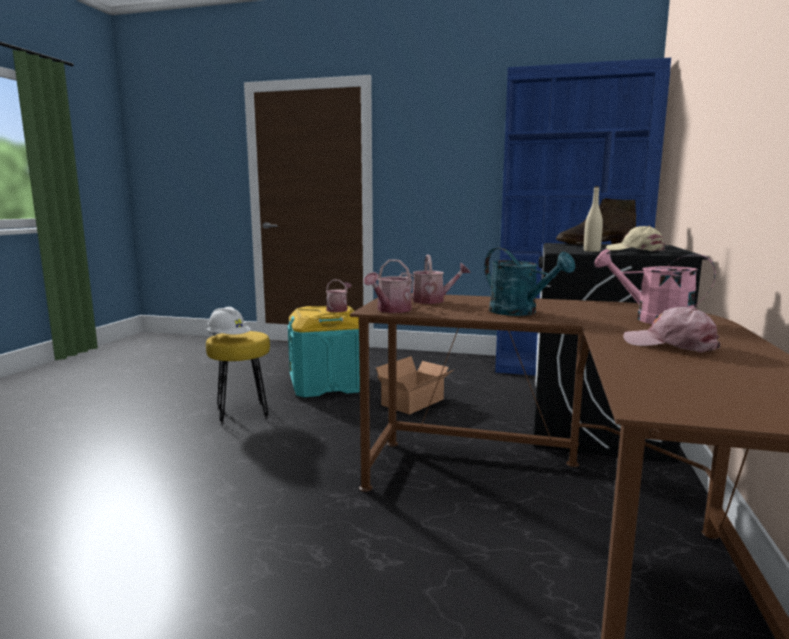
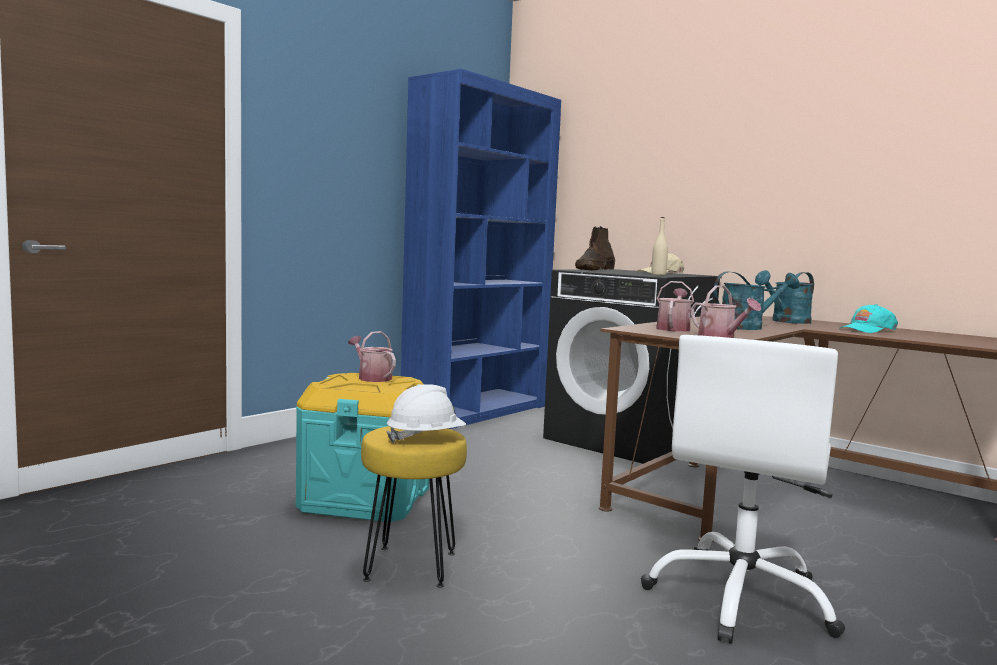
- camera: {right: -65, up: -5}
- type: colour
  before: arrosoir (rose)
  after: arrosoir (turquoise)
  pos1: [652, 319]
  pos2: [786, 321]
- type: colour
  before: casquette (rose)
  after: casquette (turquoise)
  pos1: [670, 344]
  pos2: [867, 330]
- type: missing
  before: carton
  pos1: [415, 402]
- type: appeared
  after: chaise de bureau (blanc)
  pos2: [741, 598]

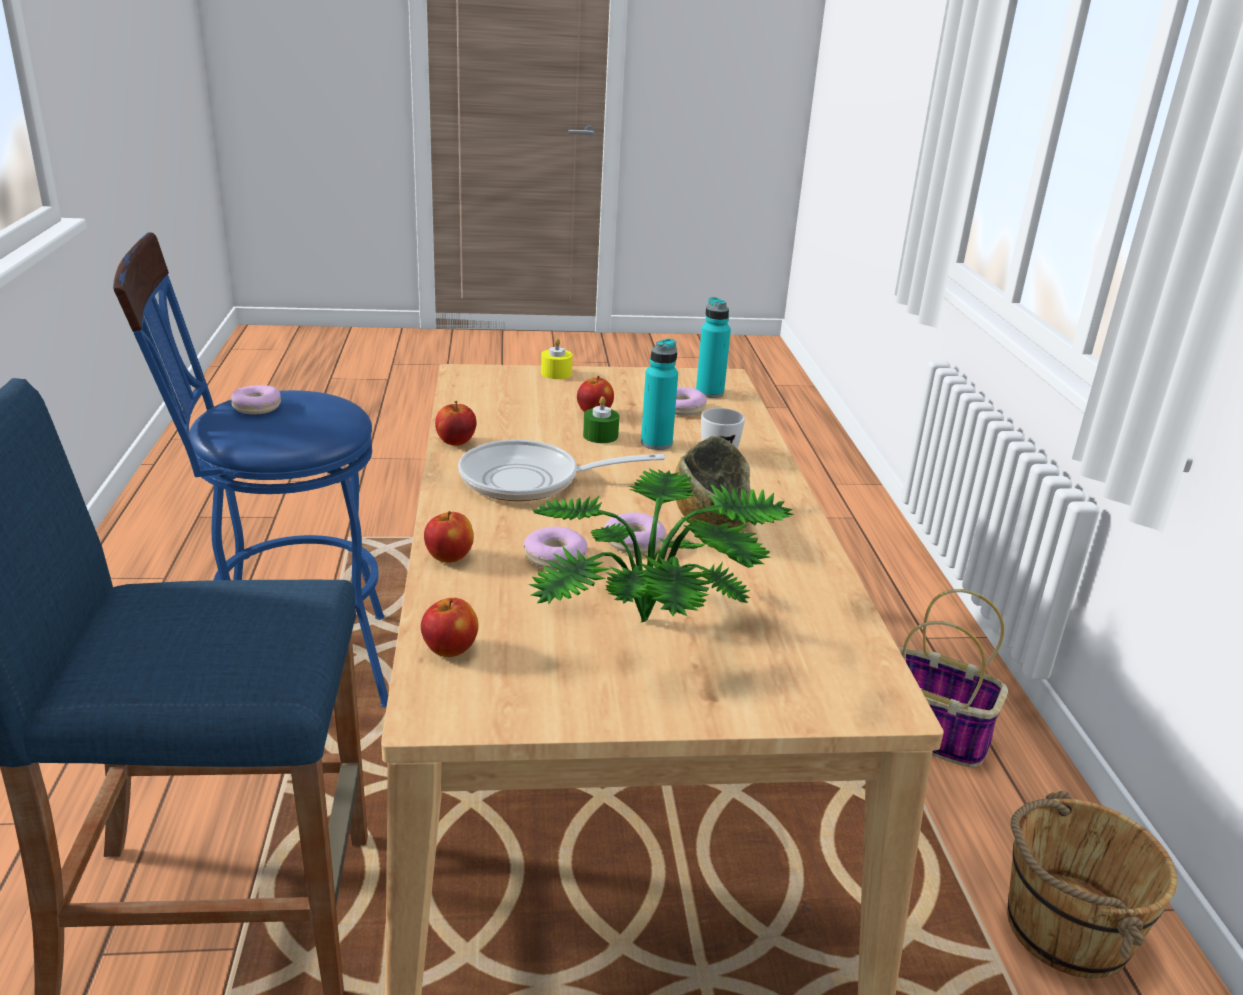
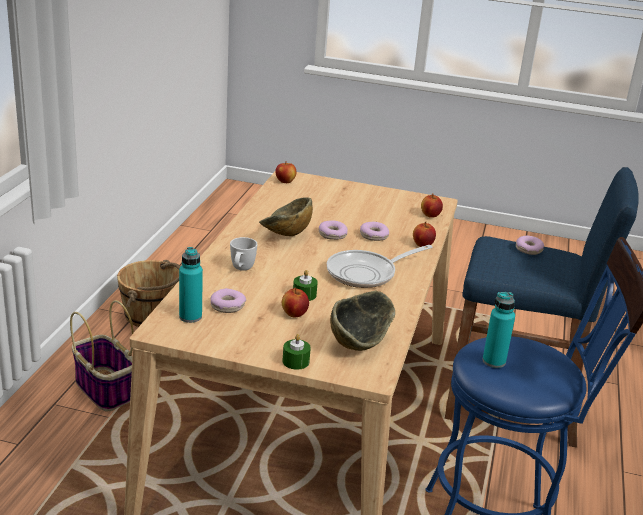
- camera: {right: -160, up: 0}
- type: colour
  before: bougie (jaune)
  after: bougie (vert)
  pos1: [556, 373]
  pos2: [295, 361]
- type: relocated
  before: bouteille (turquoise)
  pos1: [656, 443]
  pos2: [494, 361]
- type: relocated
  before: beignet
  pos1: [257, 407]
  pos2: [528, 249]
- type: relocated
  before: pomme
  pos1: [455, 442]
  pos2: [285, 181]
- type: spun
  before: poêle
  pos1: [530, 480]
  pos2: [366, 273]
  turn: 135
- type: missing
  before: plante en pot
  pos1: [653, 628]
- type: appeared
  after: bol
  pos2: [359, 344]

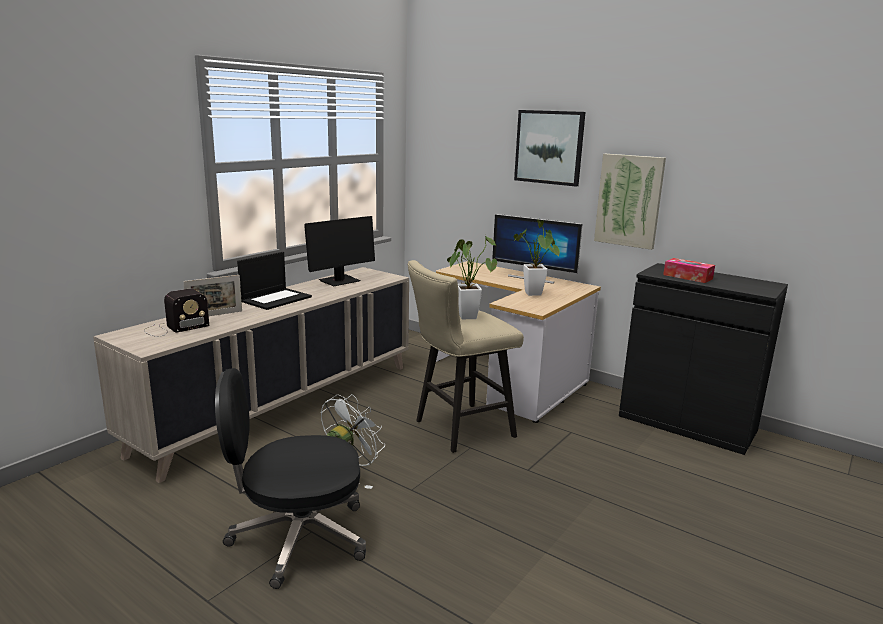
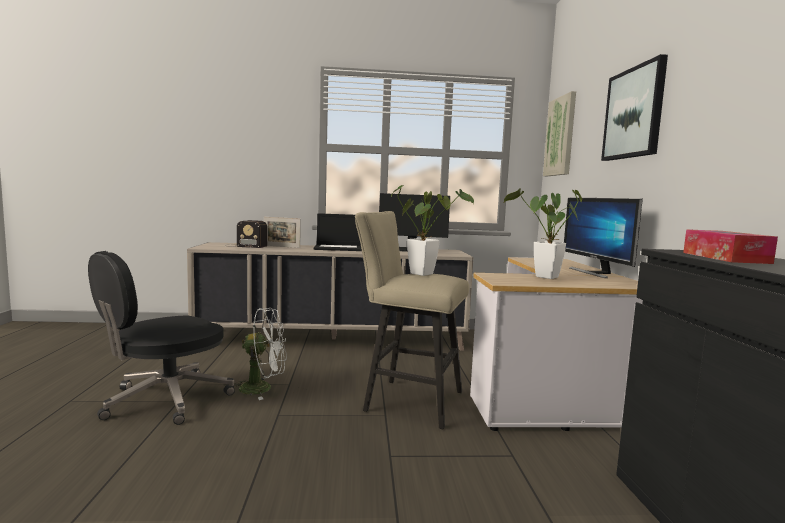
- camera: {right: 50, up: -10}
- type: relocated
  before: tableau
  pos1: [629, 200]
  pos2: [560, 136]
- type: spun
  before: chaise de bureau (noir)
  pos1: [297, 538]
  pos2: [165, 400]
  turn: -90

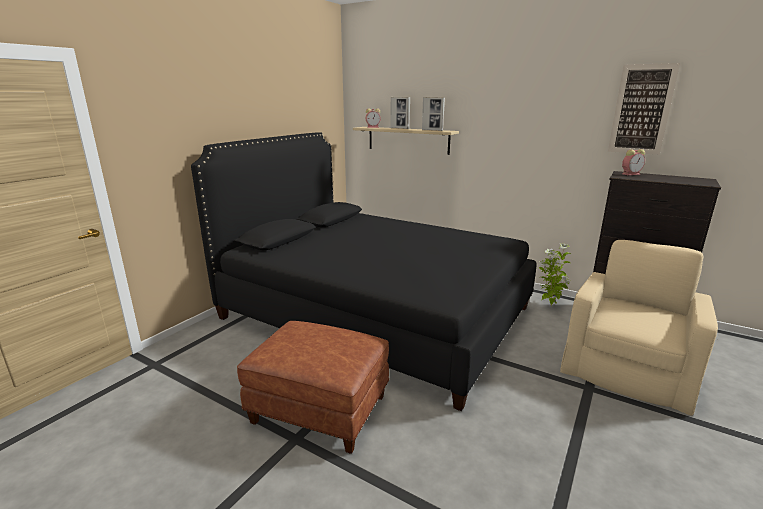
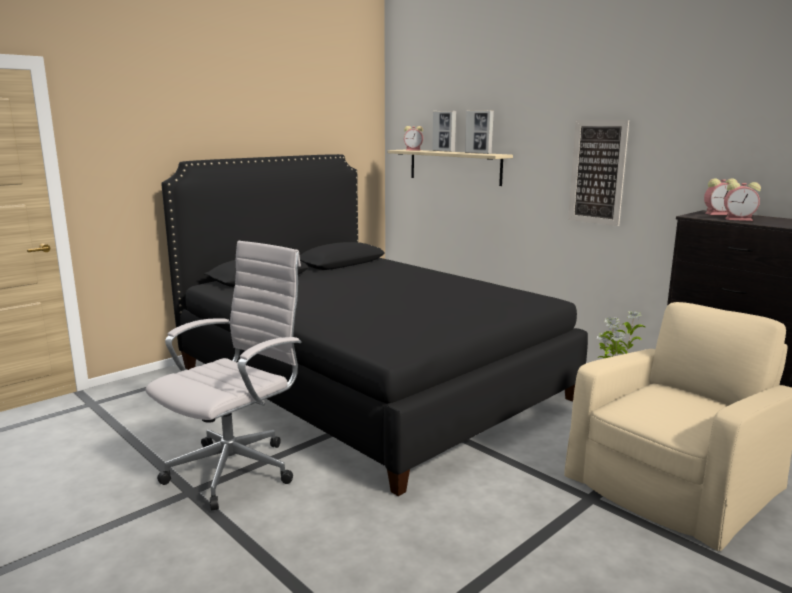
- camera: {right: 15, up: -5}
- type: relocated
  before: tableau
  pos1: [641, 110]
  pos2: [597, 172]
- type: exchanged
  before: pouf (marron)
  after: chaise de bureau (blanc)
  pos1: [321, 409]
  pos2: [236, 469]
- type: appeared
  after: réveil
  pos2: [739, 219]

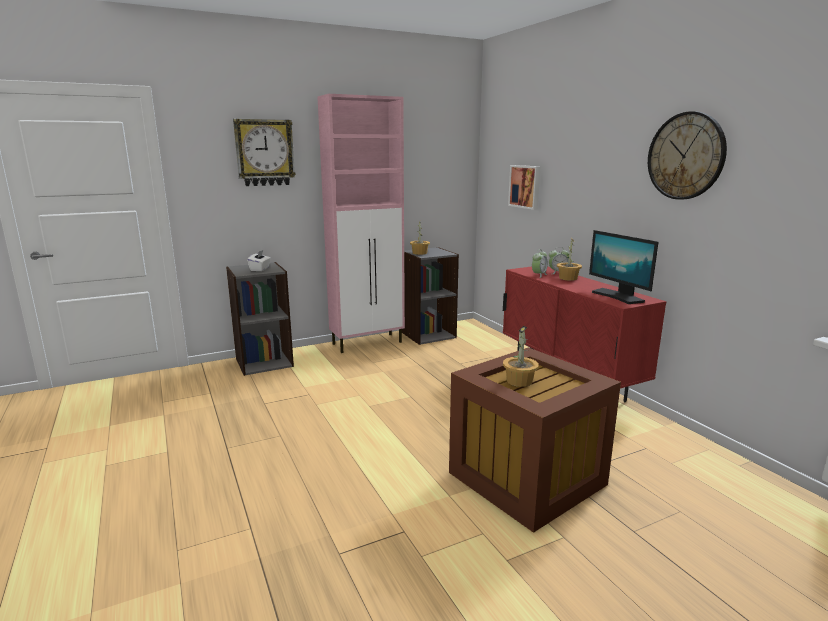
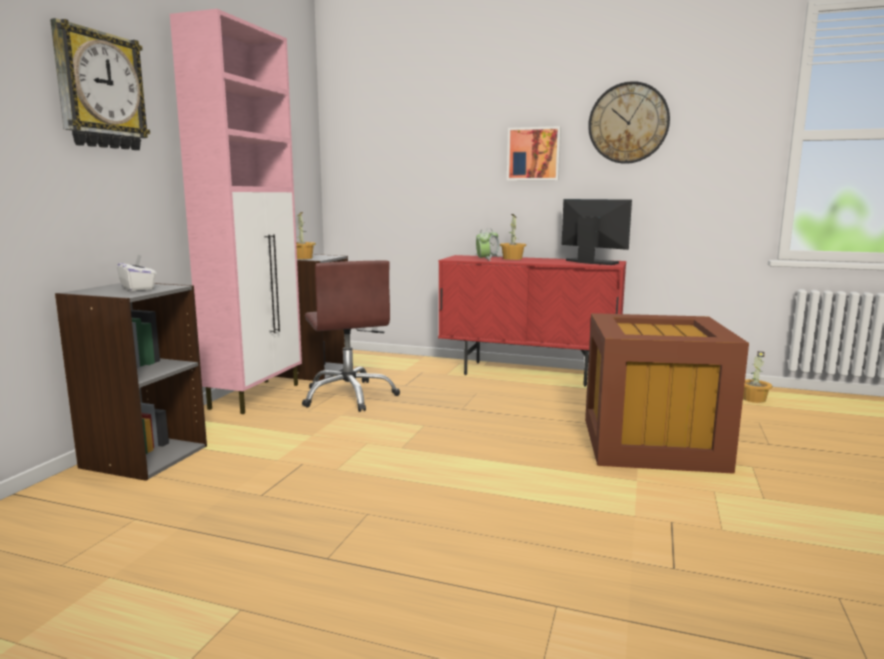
- camera: {right: -45, up: -5}
- type: relocated
  before: tableau
  pos1: [525, 186]
  pos2: [534, 154]
- type: spun
  before: écran d'ordinateur
  pos1: [618, 296]
  pos2: [591, 262]
  turn: -150
- type: relocated
  before: plante en pot
  pos1: [519, 381]
  pos2: [754, 399]
- type: appeared
  after: chaise de bureau (marron)
  pos2: [349, 396]

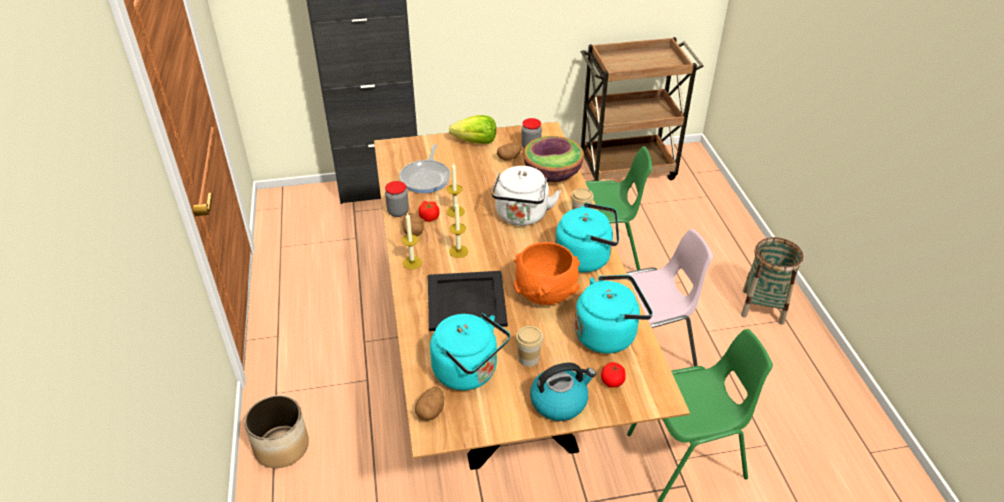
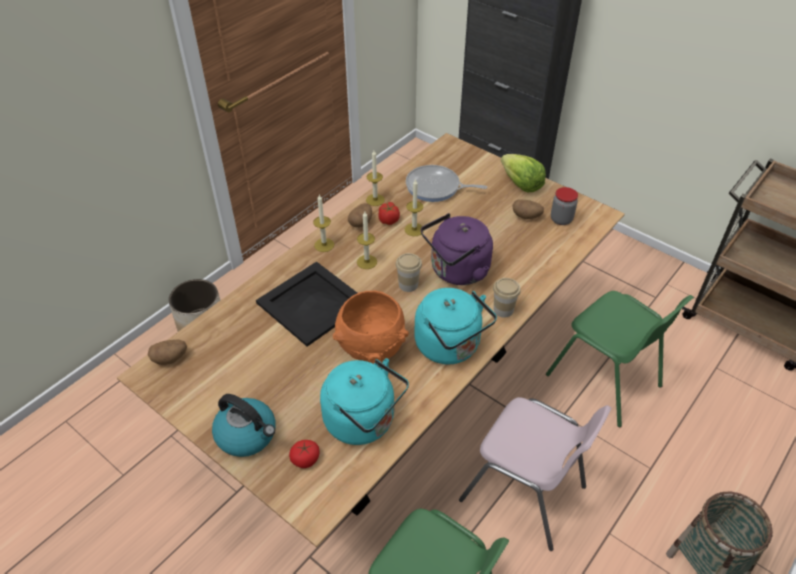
- camera: {right: 50, up: 5}
- type: missing
  before: bol
  pos1: [552, 174]
- type: spun
  before: poêle
  pos1: [426, 178]
  pos2: [436, 188]
  turn: 45
- type: colour
  before: bouilloire (blanc)
  after: bouilloire (violet)
  pos1: [521, 216]
  pos2: [456, 271]
- type: exchanged
  before: bocal
  after: bougie
  pos1: [398, 212]
  pos2: [375, 200]
- type: missing
  before: bouilloire (turquoise)
  pos1: [469, 372]
- type: relocated
  before: tasse
  pos1: [528, 358]
  pos2: [408, 285]

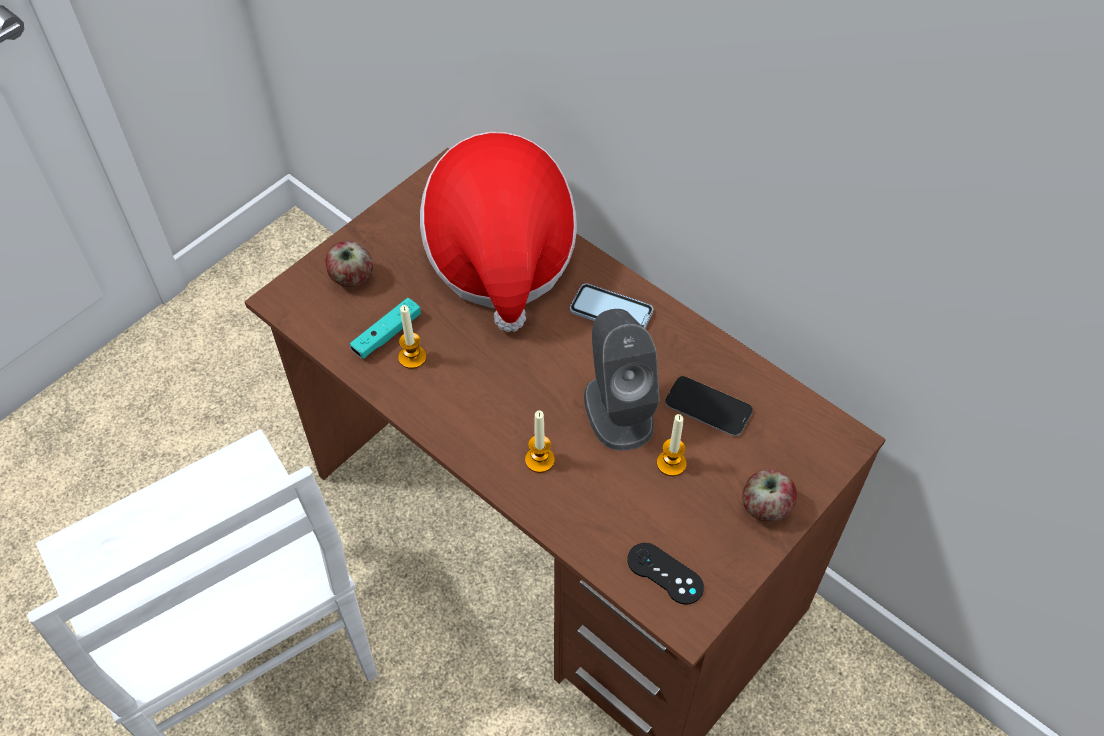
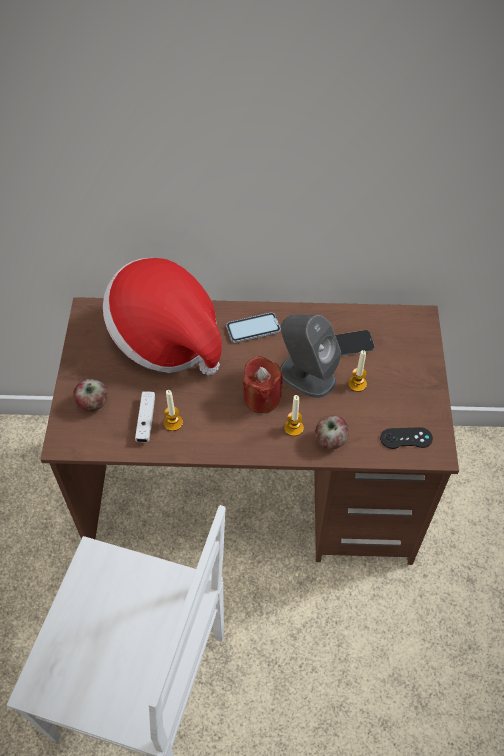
- camera: {right: -40, up: 0}
- type: colour
  before: manette (turquoise)
  after: manette (blanc)
  pos1: [387, 334]
  pos2: [146, 420]
- type: relocated
  before: pomme
  pos1: [765, 507]
  pos2: [330, 440]
- type: appeared
  after: bougie (rouge)
  pos2: [261, 398]

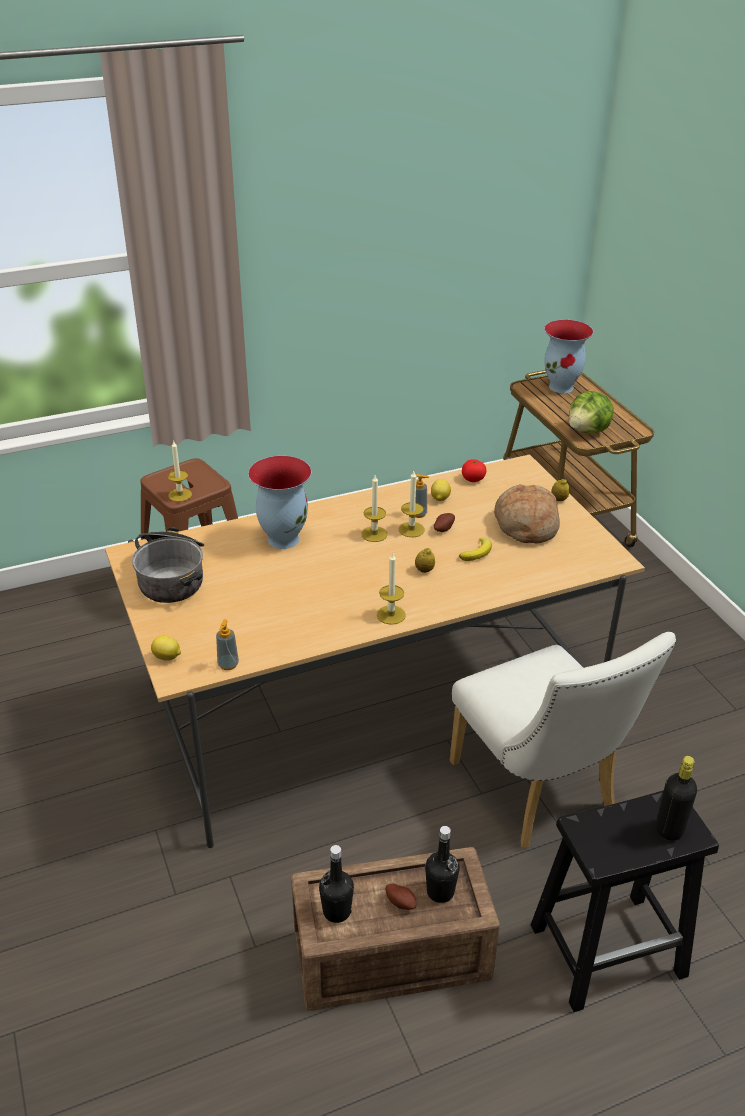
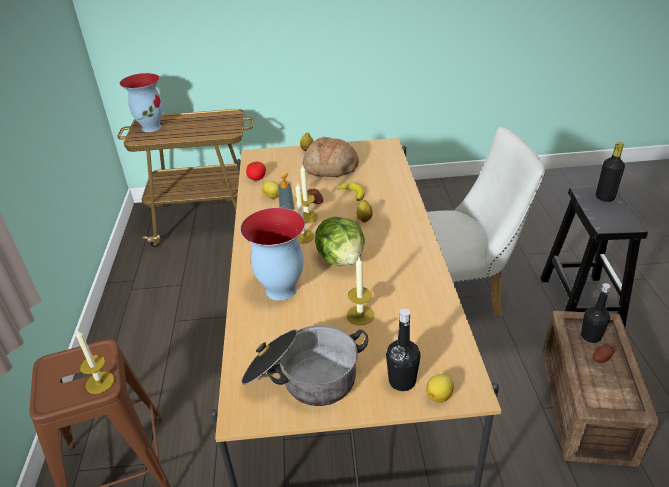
- camera: {right: -70, up: 0}
- type: relocated
  before: laitue
  pos1: [588, 431]
  pos2: [341, 259]
- type: relocated
  before: bougie
  pos1: [391, 615]
  pos2: [360, 315]
- type: missing
  before: distributeur de savon
  pos1: [228, 664]
- type: relocated
  before: bouteille (noir)
  pos1: [336, 911]
  pos2: [402, 381]

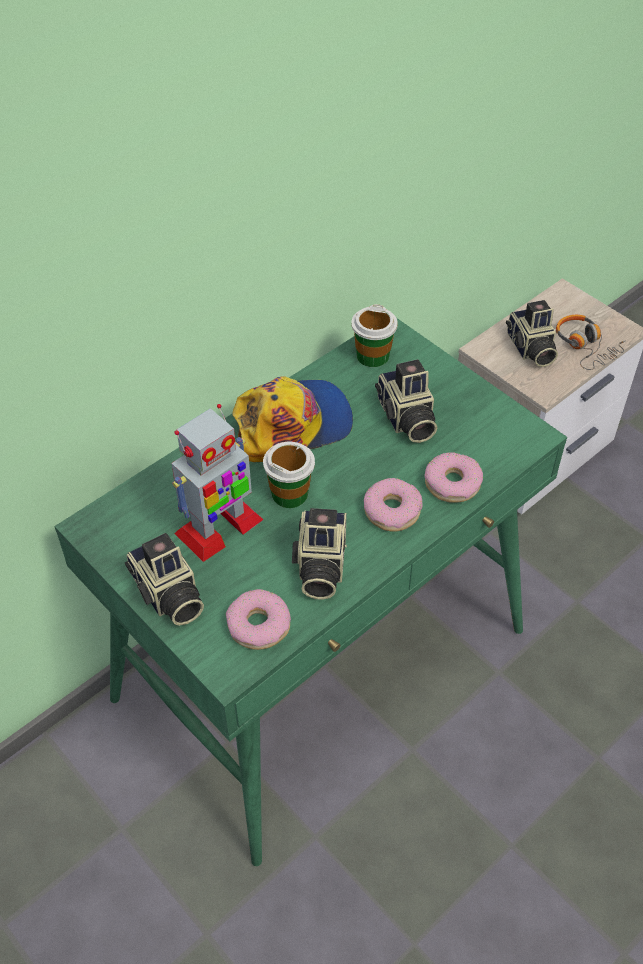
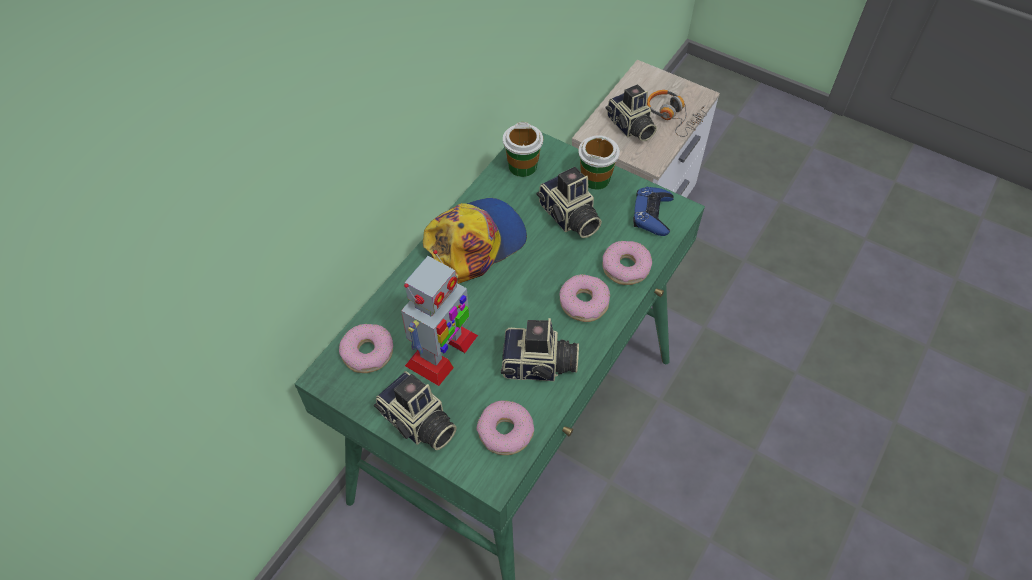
- camera: {right: -15, up: 5}
- type: relocated
  before: tasse
  pos1: [290, 493]
  pos2: [595, 178]
- type: spun
  before: appareil photo
  pos1: [319, 566]
  pos2: [539, 366]
  turn: -75
- type: appeared
  after: manette (bleu)
  pos2: [652, 215]
- type: appeared
  after: beignet
  pos2: [367, 352]

